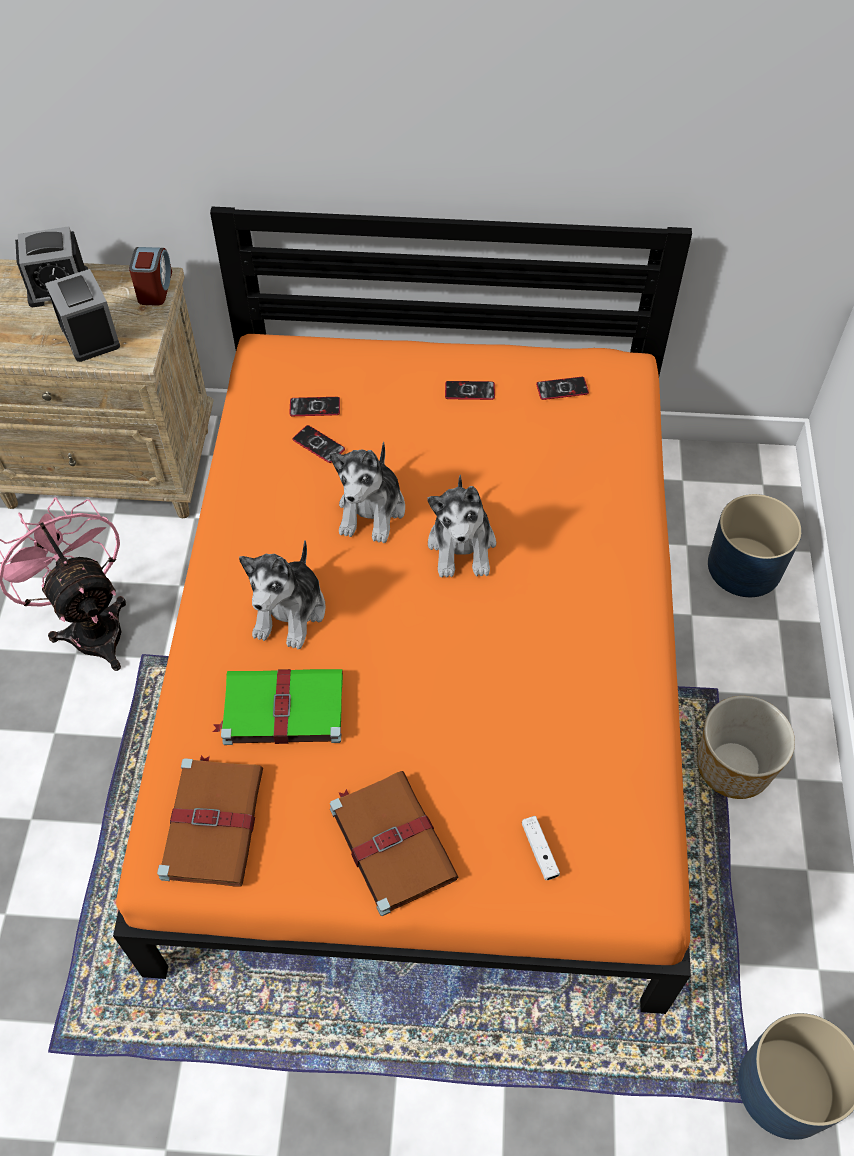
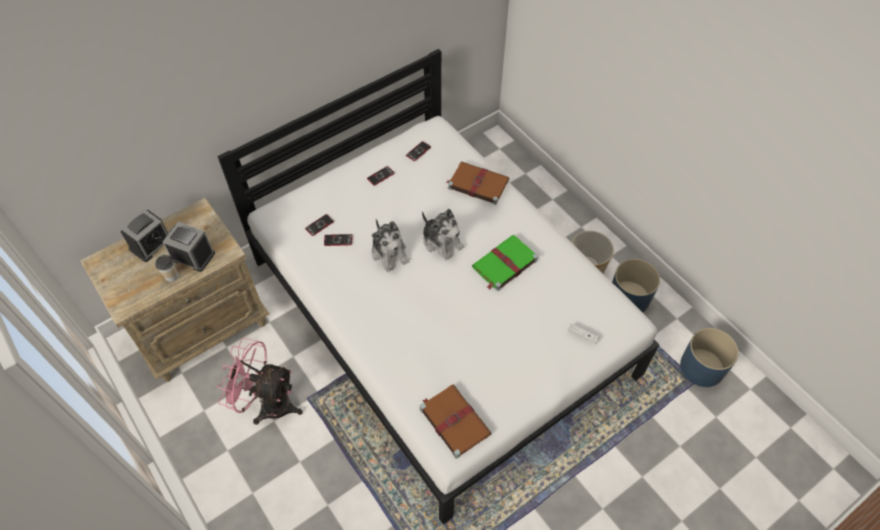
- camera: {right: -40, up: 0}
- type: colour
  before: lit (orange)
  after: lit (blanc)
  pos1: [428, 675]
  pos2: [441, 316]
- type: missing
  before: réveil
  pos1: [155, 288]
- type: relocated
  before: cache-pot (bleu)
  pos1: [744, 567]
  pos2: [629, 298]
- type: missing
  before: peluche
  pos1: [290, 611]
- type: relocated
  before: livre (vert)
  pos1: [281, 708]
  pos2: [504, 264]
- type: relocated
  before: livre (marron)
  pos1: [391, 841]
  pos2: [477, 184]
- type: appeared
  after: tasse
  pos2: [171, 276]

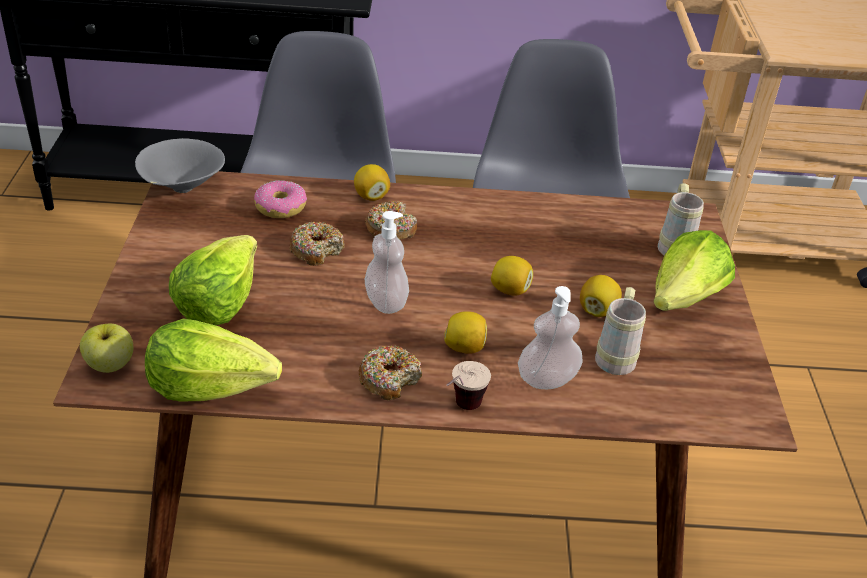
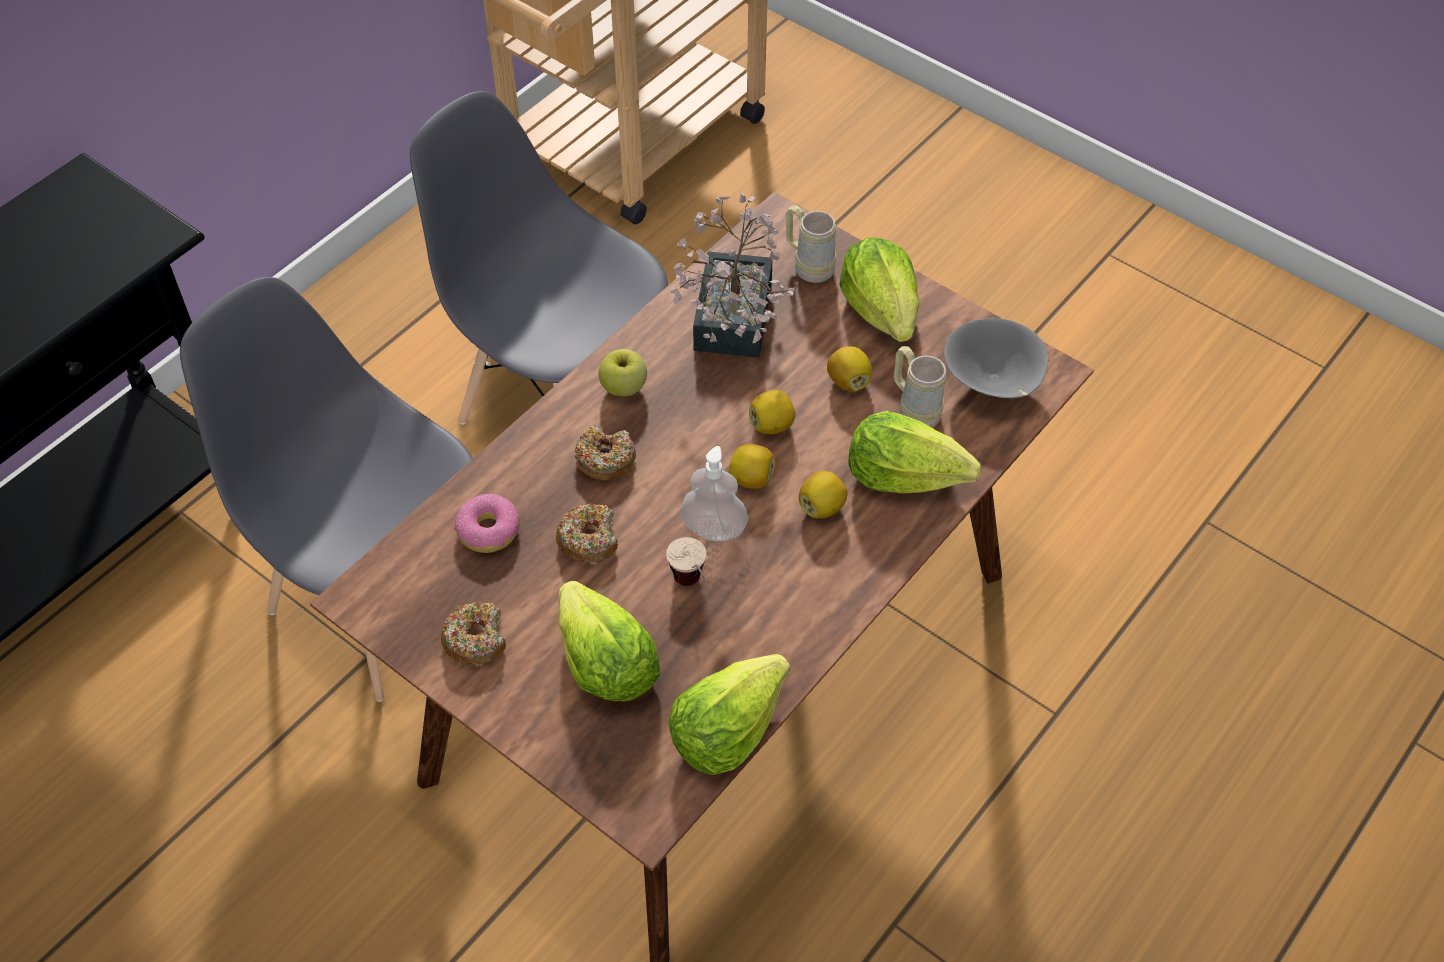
- camera: {right: -50, up: 15}
- type: relocated
  before: bol (gris)
  pos1: [181, 189]
  pos2: [992, 383]
- type: relocated
  before: citron
  pos1: [371, 196]
  pos2: [751, 479]
- type: exchanged
  before: distributeur de savon
  after: laitue
  pos1: [547, 379]
  pos2: [905, 475]
- type: relocated
  before: pomme
  pos1: [110, 365]
  pos2: [624, 387]
- type: relocated
  before: beignet
  pos1: [389, 379]
  pos2: [476, 639]
- type: relocated
  before: tasse
  pos1: [460, 411]
  pos2: [693, 588]
- type: appeared
  after: plante en pot
  pos2: [729, 327]

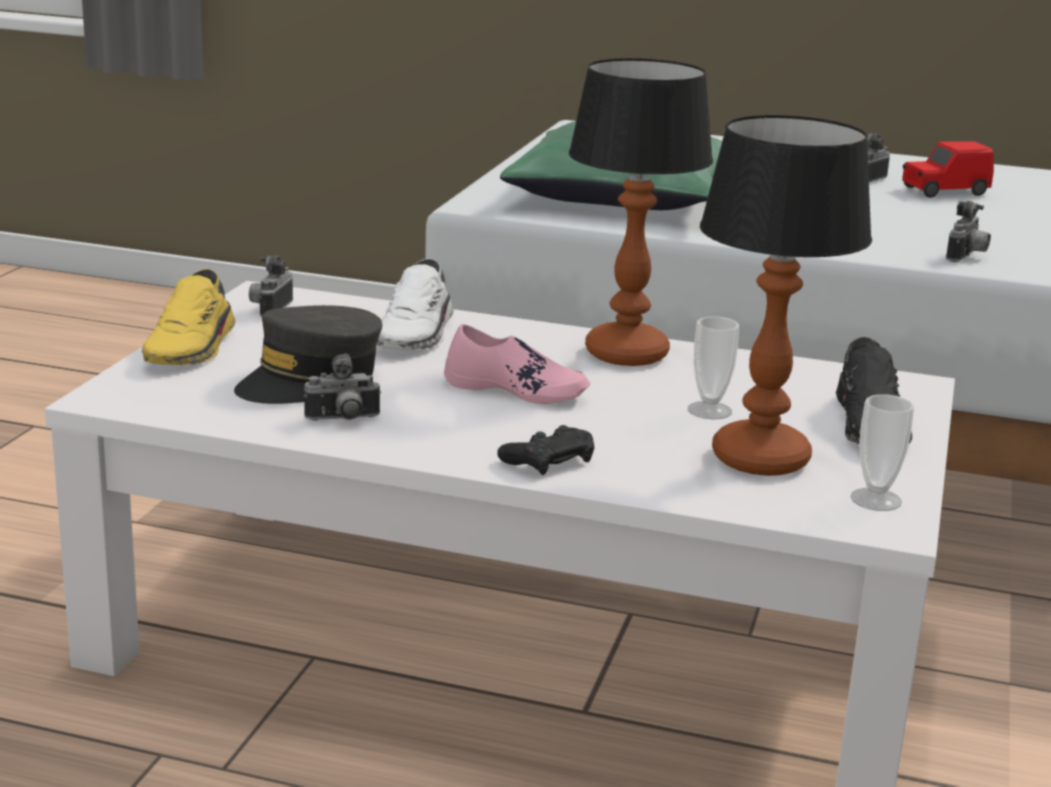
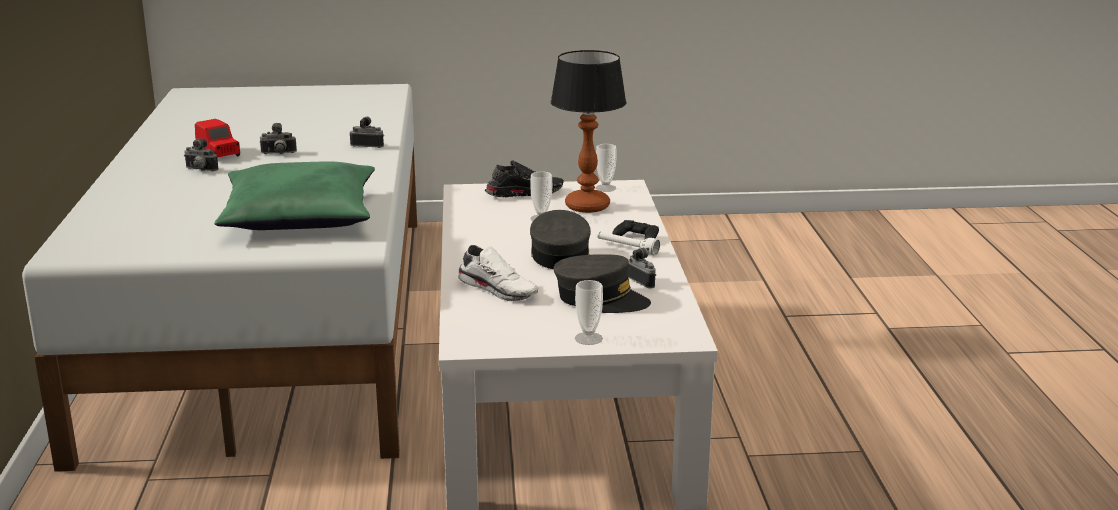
- camera: {right: -110, up: 0}
- type: missing
  before: lampe de table
  pos1: [625, 354]
- type: relocated
  before: appareil photo
  pos1: [270, 309]
  pos2: [278, 154]
- type: spun
  before: chaussure (blanc)
  pos1: [418, 334]
  pos2: [499, 289]
  turn: 45
- type: exchanged
  before: chaussure (jaune)
  after: tasse
  pos1: [194, 348]
  pos2: [588, 338]
- type: exchanged
  before: chaussure (rose)
  after: casquette (gris)
  pos1: [516, 390]
  pos2: [559, 255]
- type: appeared
  after: lampe de poche (blanc)
  pos2: [626, 248]

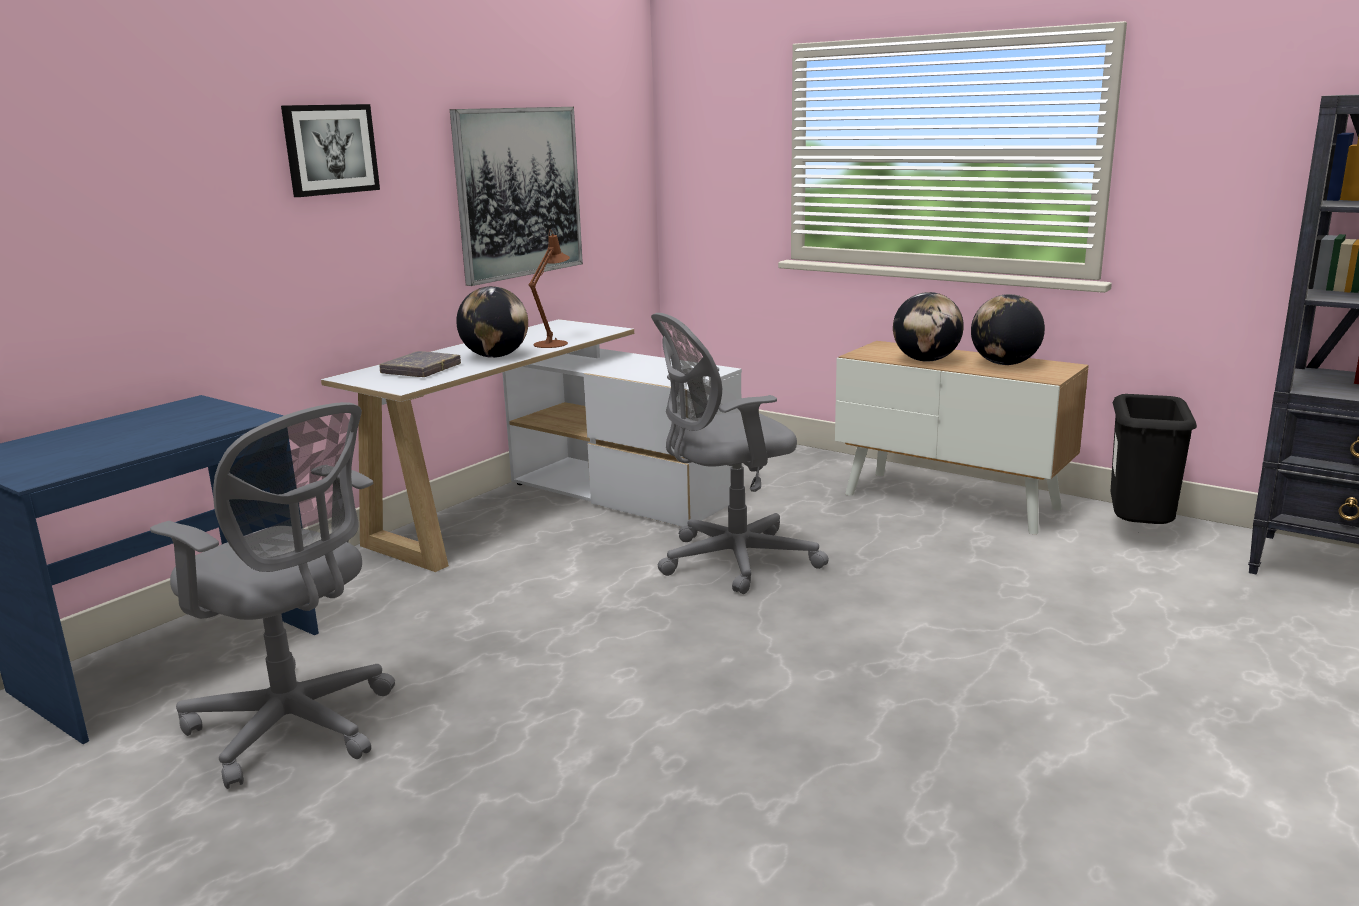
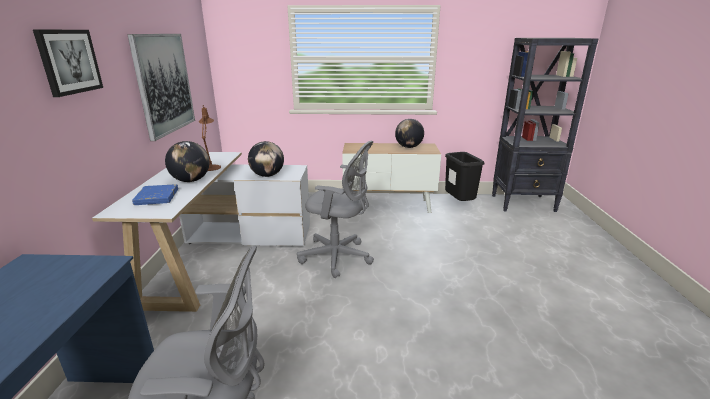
- camera: {right: -35, up: 5}
- type: relocated
  before: globe
  pos1: [926, 360]
  pos2: [267, 175]
- type: spun
  before: chaise de bureau (gris)
  pos1: [730, 561]
  pos2: [338, 257]
  turn: -105
- type: colour
  before: livre (gris)
  after: livre (bleu)
  pos1: [421, 370]
  pos2: [157, 197]

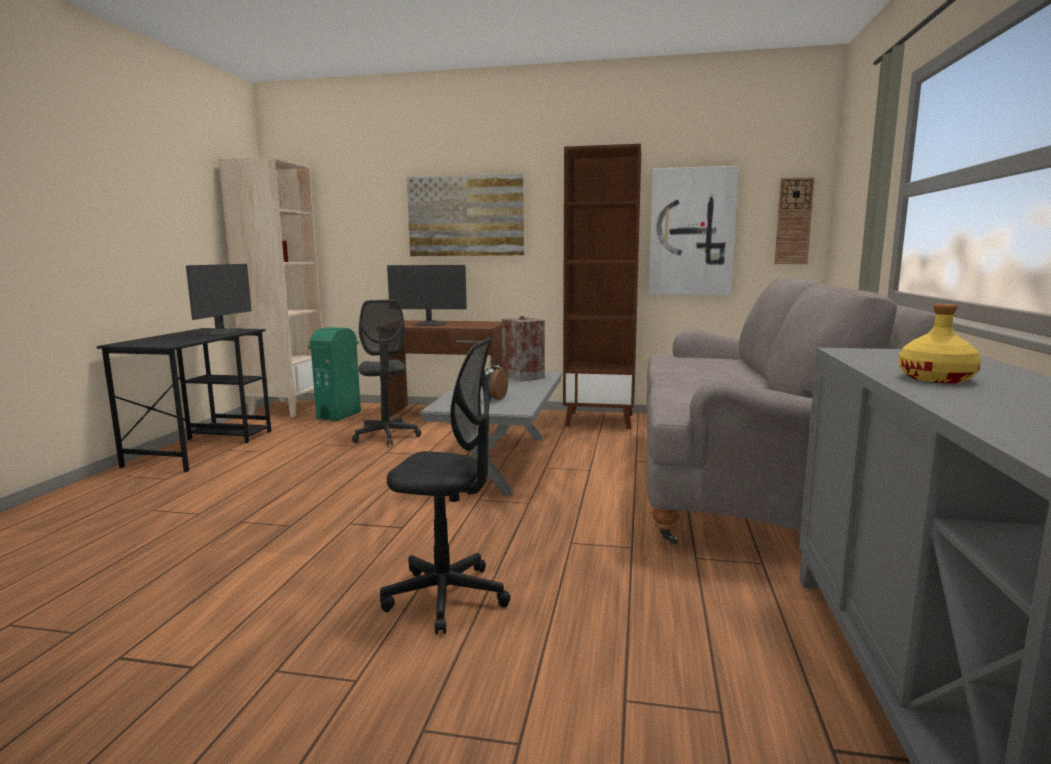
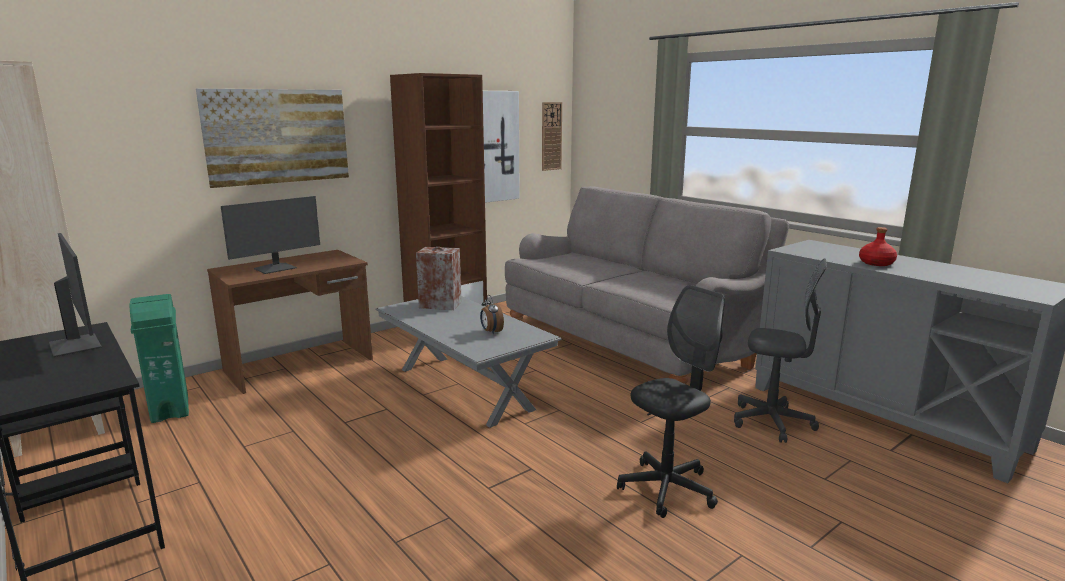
- camera: {right: -50, up: 5}
- type: relocated
  before: chaise de bureau (gris)
  pos1: [386, 437]
  pos2: [772, 422]
- type: colour
  before: bouteille (jaune)
  after: bouteille (rouge)
  pos1: [936, 378]
  pos2: [876, 263]

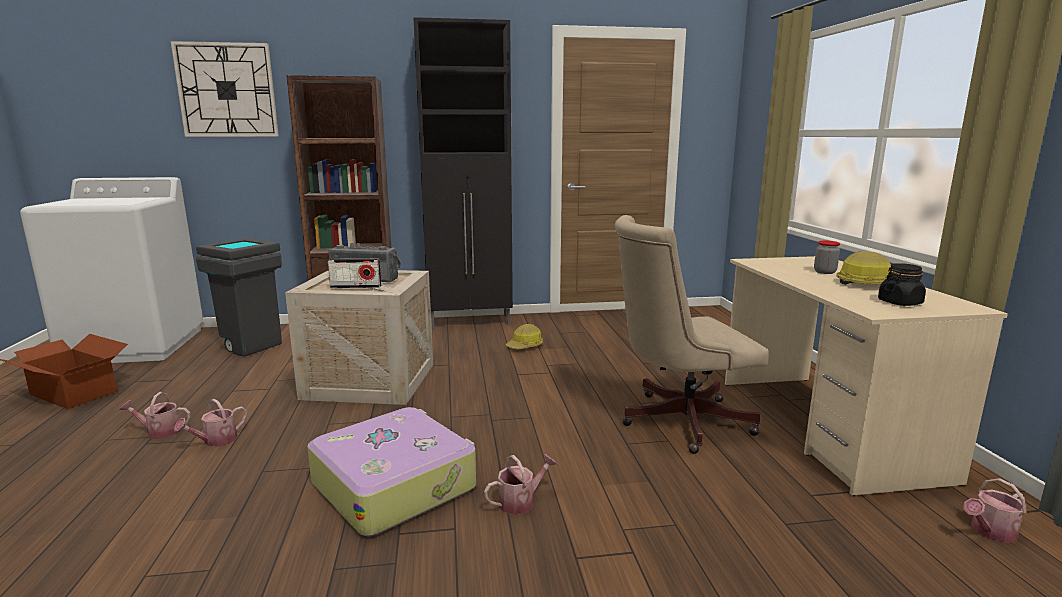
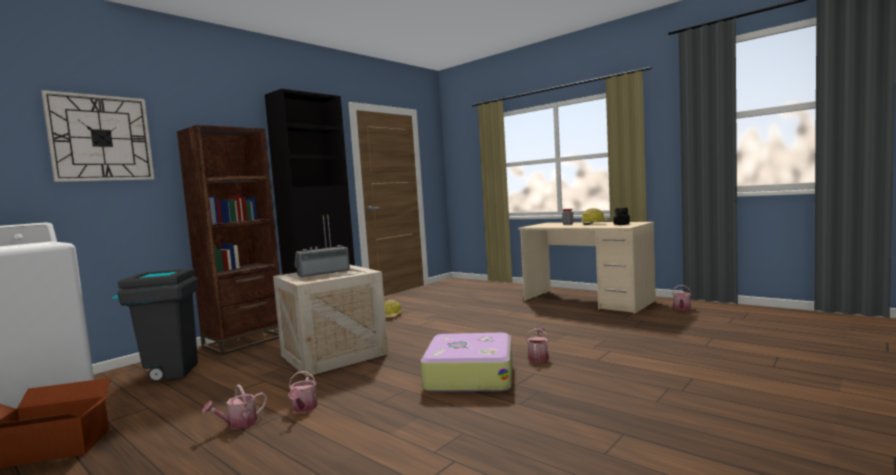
- camera: {right: -40, up: -10}
- type: missing
  before: chaise de bureau (beige)
  pos1: [677, 421]
- type: missing
  before: radio
  pos1: [356, 287]

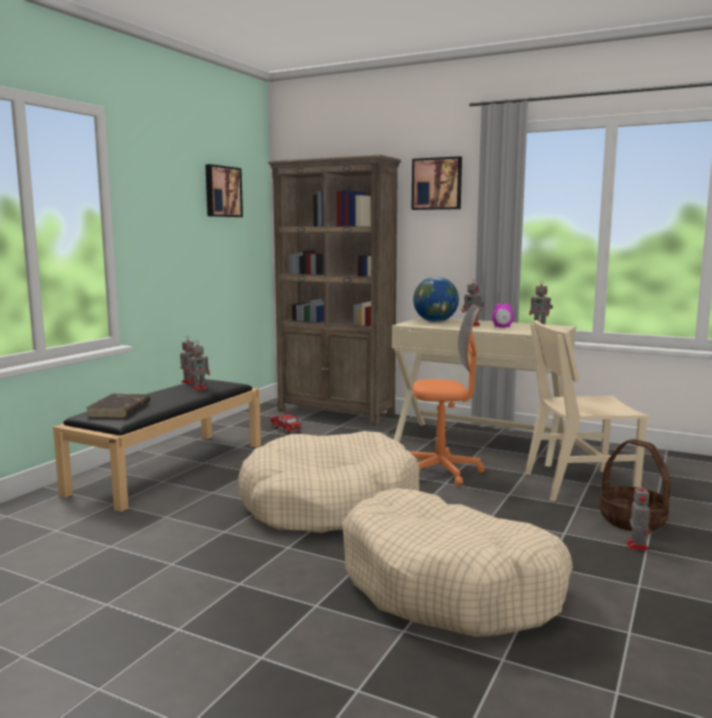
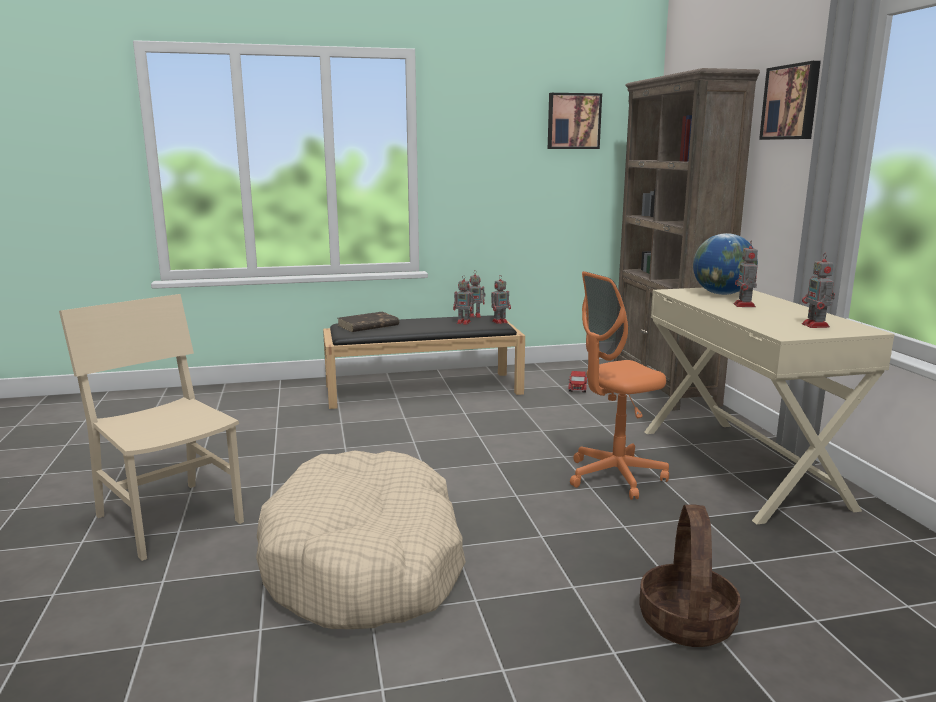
- camera: {right: 50, up: 5}
- type: spun
  before: chaise de bureau (orange)
  pos1: [442, 472]
  pos2: [615, 477]
  turn: 105
- type: missing
  before: réveil
  pos1: [502, 327]
- type: relocated
  before: chaise (beige)
  pos1: [579, 484]
  pos2: [170, 518]
- type: missing
  before: panier pour chien (beige)
  pos1: [329, 504]
- type: relocated
  before: robot jouet
  pos1: [637, 545]
  pos2: [500, 322]

